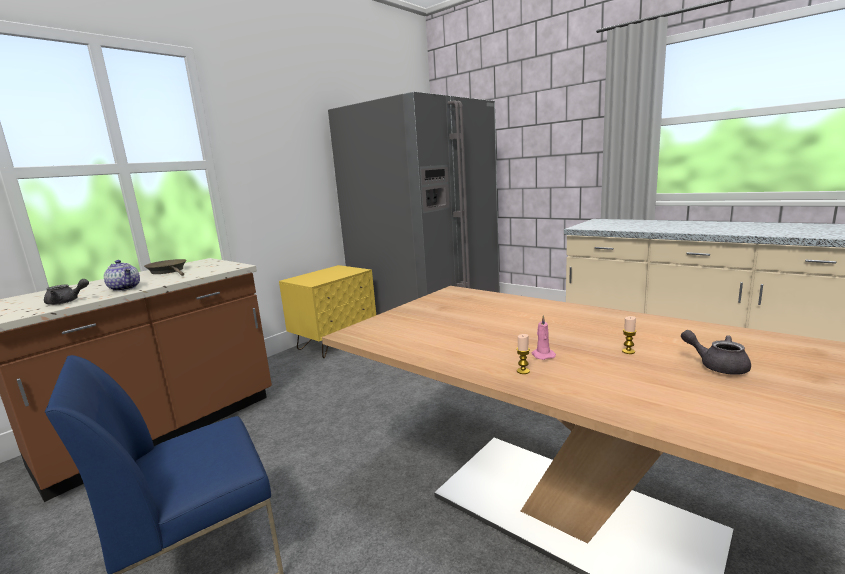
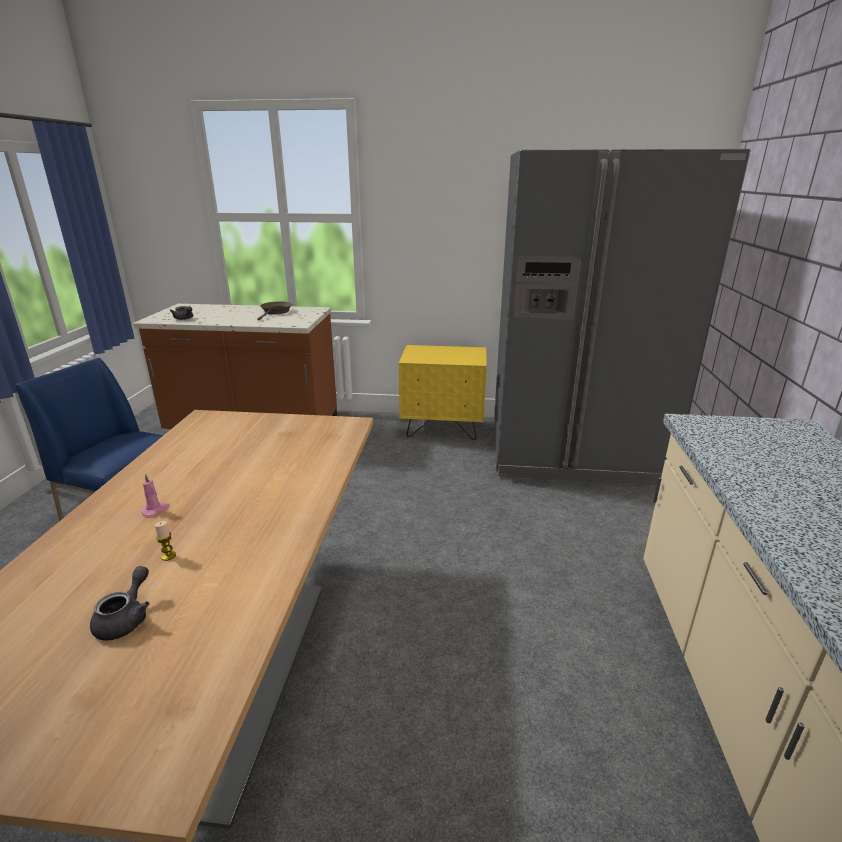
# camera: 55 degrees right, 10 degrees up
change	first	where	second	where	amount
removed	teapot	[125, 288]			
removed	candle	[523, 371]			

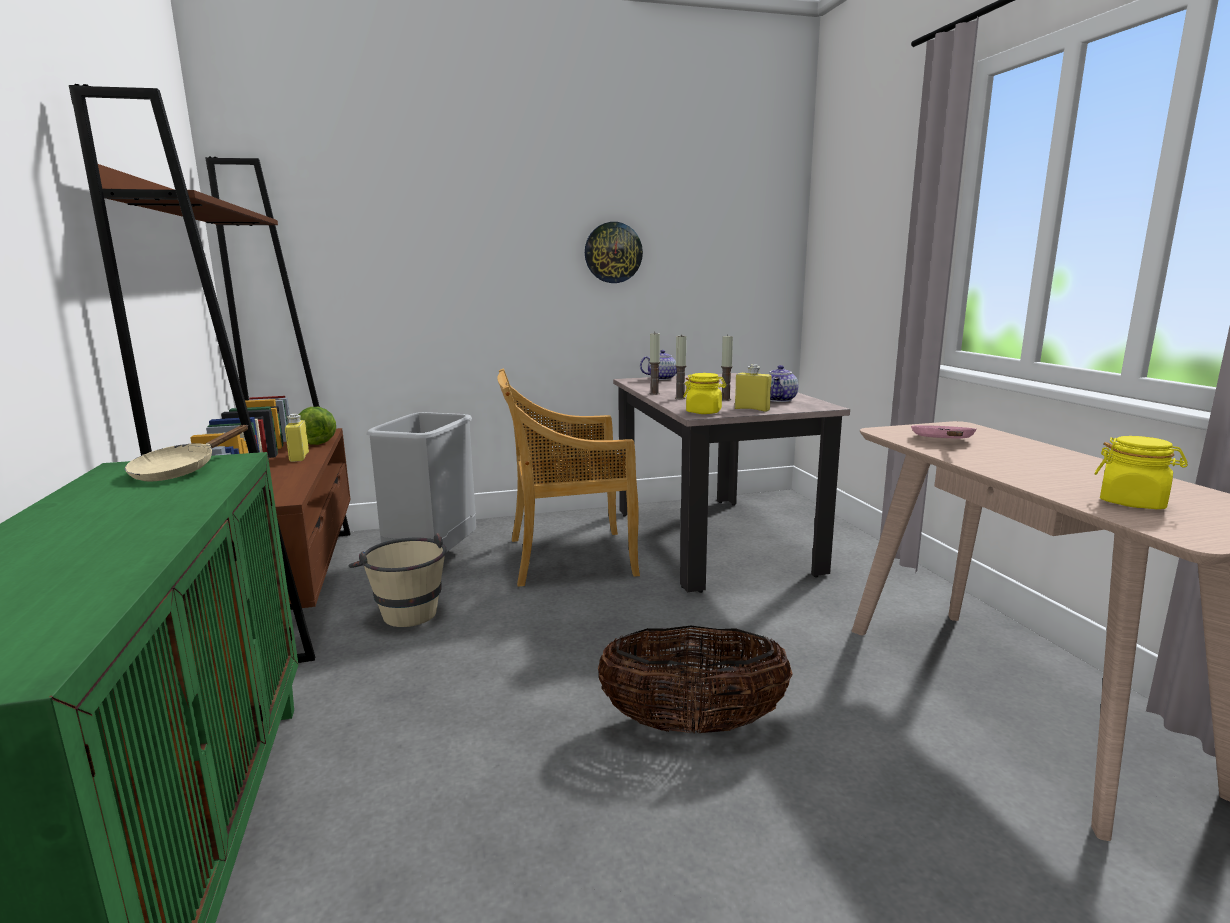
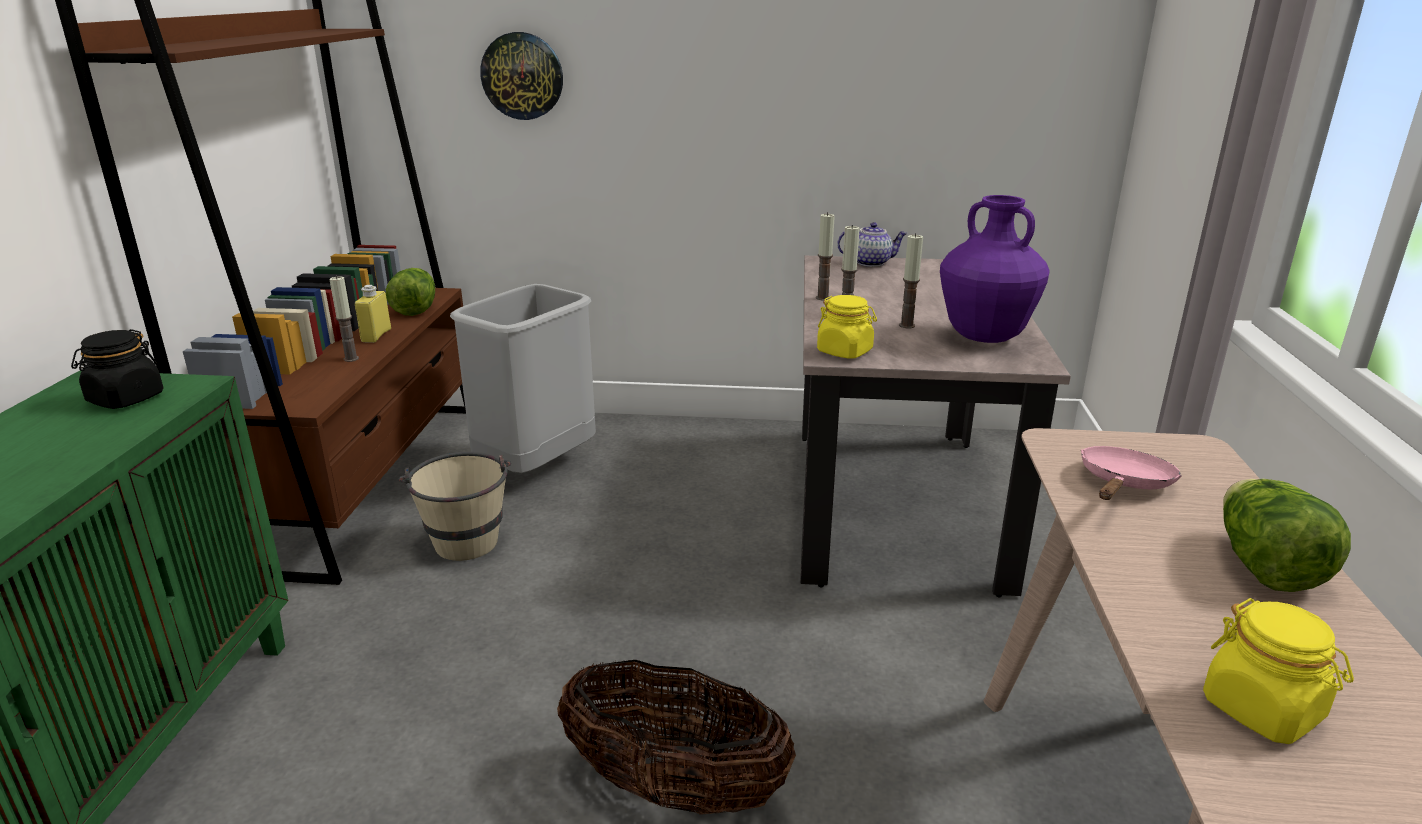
# camera: 20 degrees right, 10 degrees up
change	first	where	second	where	amount
replaced	frying pan/beige	[181, 471]	jar/black	[126, 399]	
removed	chair/beige	[568, 557]			
moved	wall clock	[613, 252]		[522, 76]	
removed	bottle/yellow	[752, 409]			
replaced	teapot	[780, 400]	vase/purple	[985, 338]	
added			candle	[351, 359]	
added			lettuce	[1263, 567]	

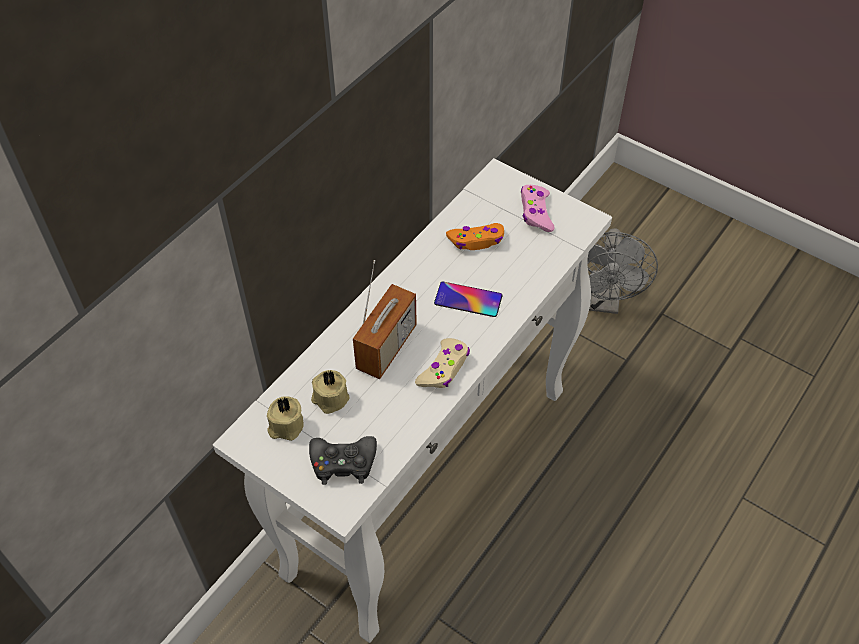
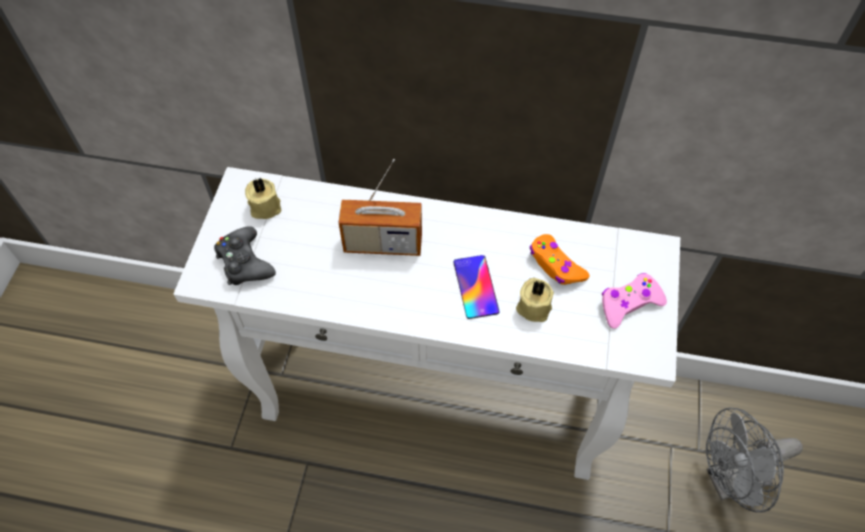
# camera: 65 degrees right, 5 degrees up
change	first	where	second	where	amount
moved	candle/beige	[330, 399]		[533, 306]	
removed	game controller/beige	[444, 369]			

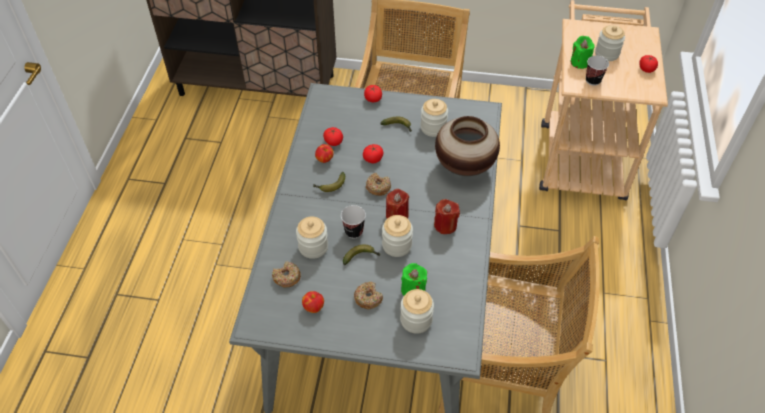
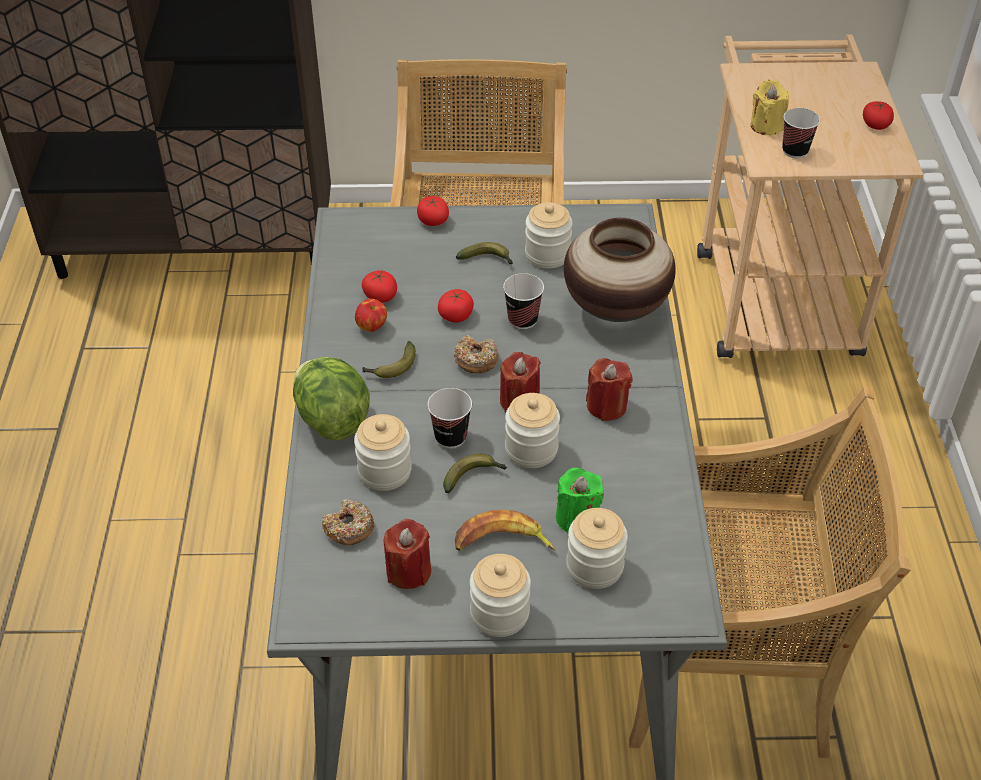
# camera: 10 degrees left, 5 degrees down
change	first	where	second	where	amount
replaced	apple	[313, 307]	candle/red	[408, 571]	
replaced	donut	[368, 298]	banana	[502, 542]	
recoloured	candle/green	[580, 62]	candle/yellow	[766, 126]	
moved	jar	[607, 53]		[499, 613]	
added			lettuce	[331, 419]	
added			cup	[522, 320]	

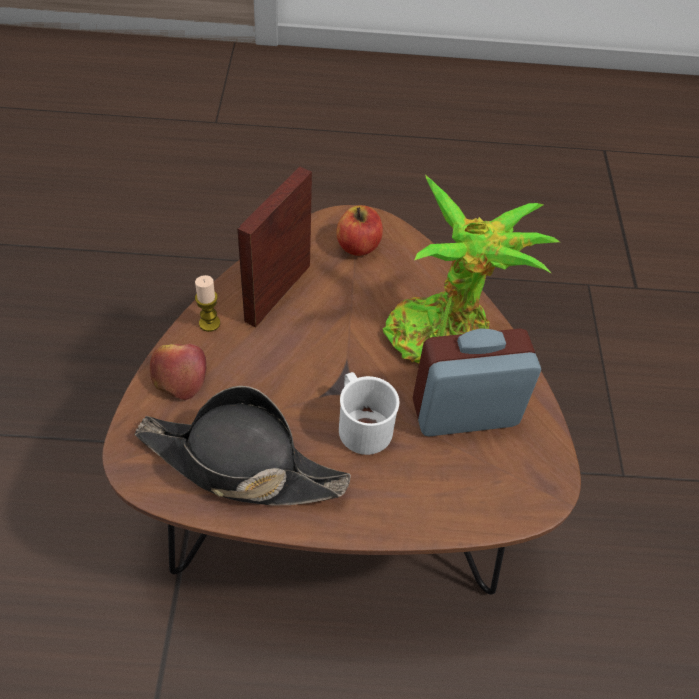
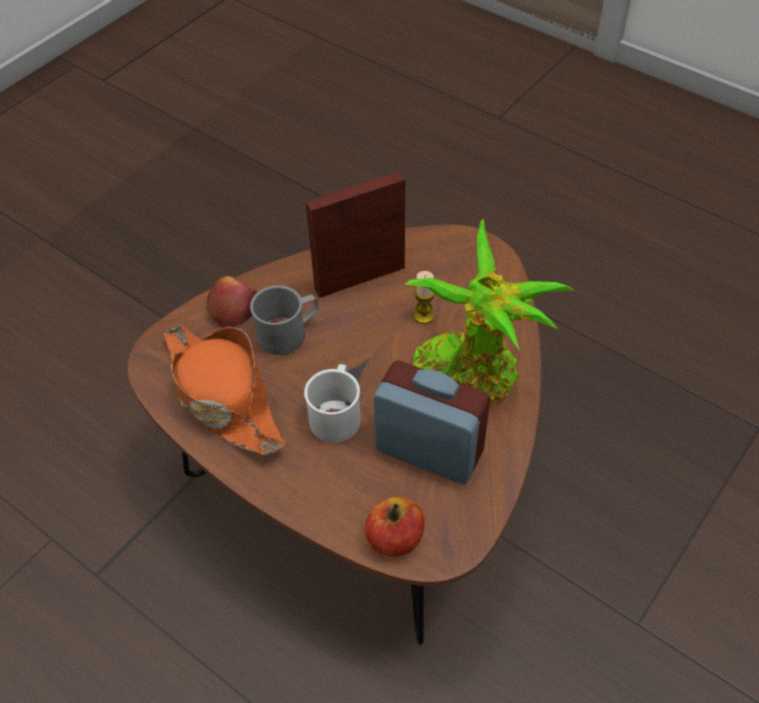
# camera: 40 degrees right, 0 degrees up
change	first	where	second	where	amount
recoloured	hat/black	[240, 464]	hat/orange	[222, 395]	
moved	candle	[209, 323]		[423, 316]	
moved	apple	[358, 246]		[395, 538]	
added			mug/grey	[288, 333]	

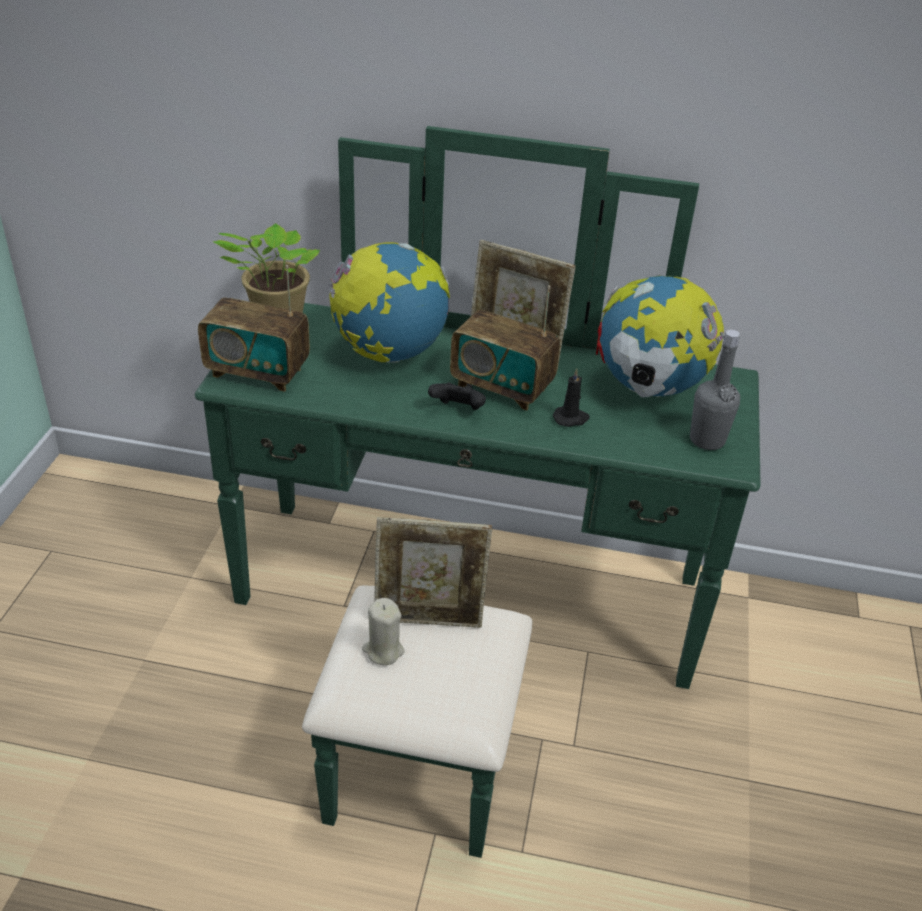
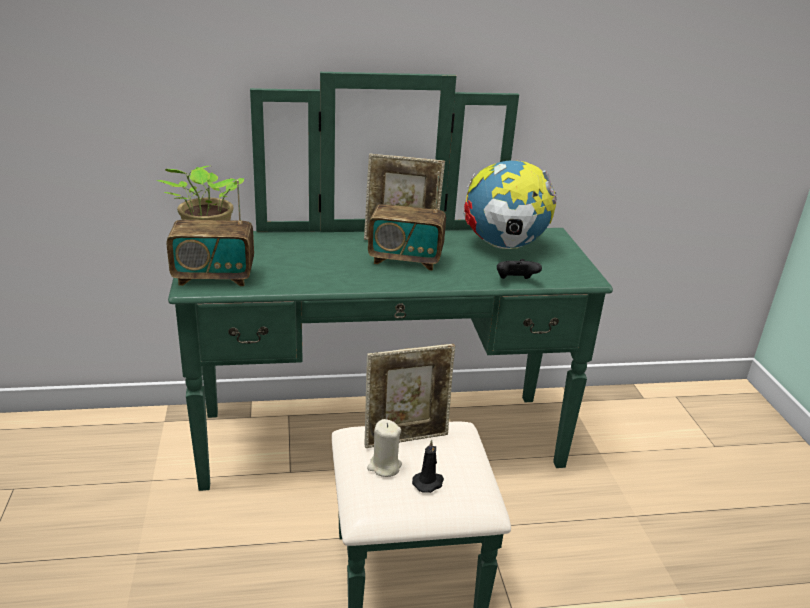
# camera: 20 degrees left, 10 degrees down
change	first	where	second	where	amount
removed	globe	[389, 353]			
moved	game controller/black	[458, 410]		[515, 281]	
moved	candle/black	[571, 418]		[428, 483]	
removed	bottle/grey	[707, 440]			

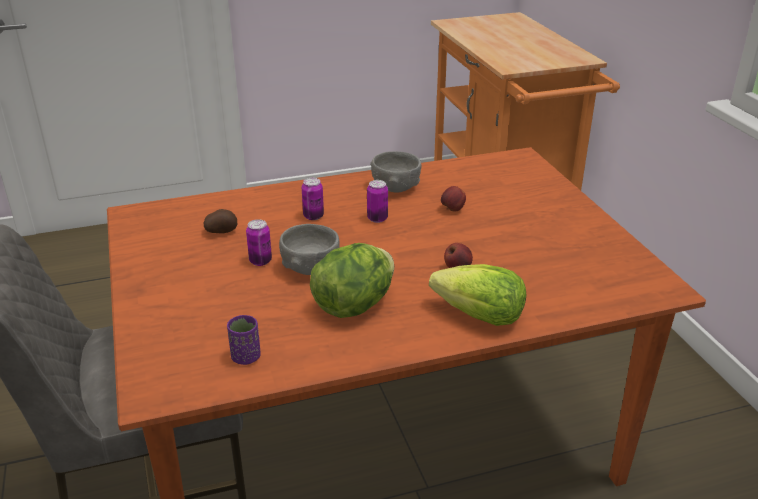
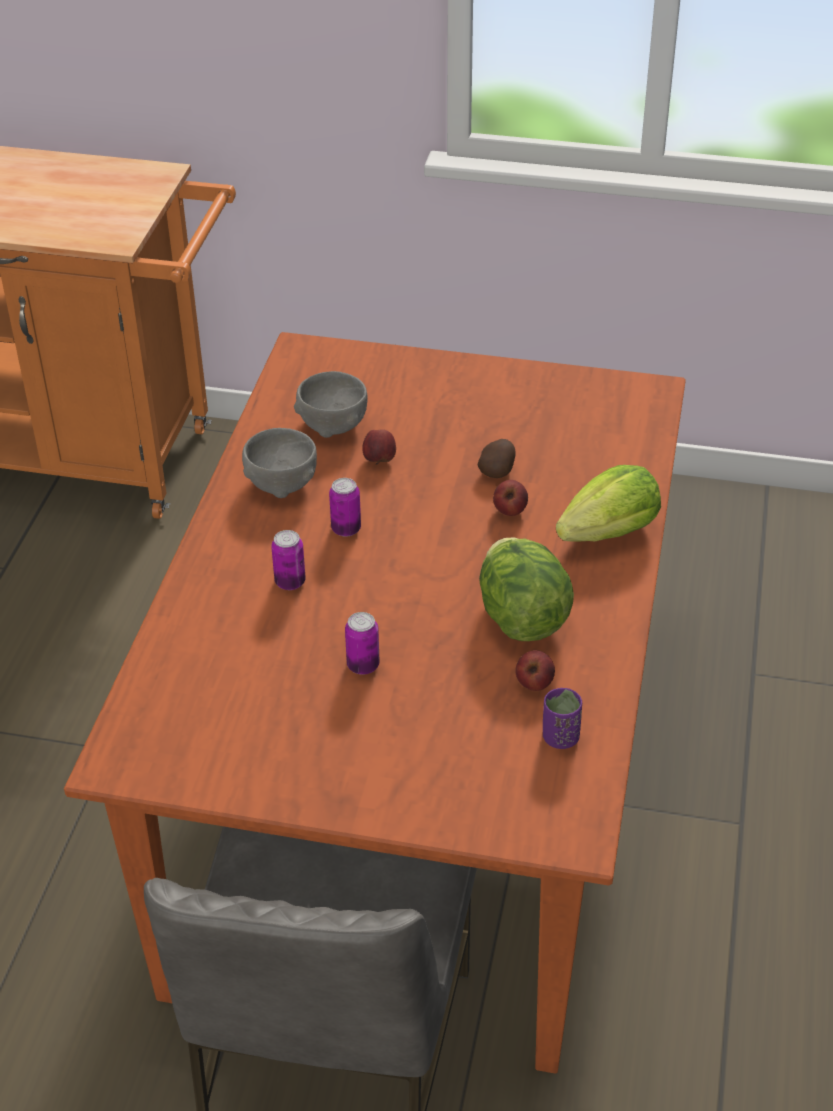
# camera: 60 degrees left, 10 degrees up
change	first	where	second	where	amount
moved	potato	[221, 232]		[498, 471]	
moved	bowl/grey	[310, 267]		[332, 425]	
added			apple	[534, 684]	

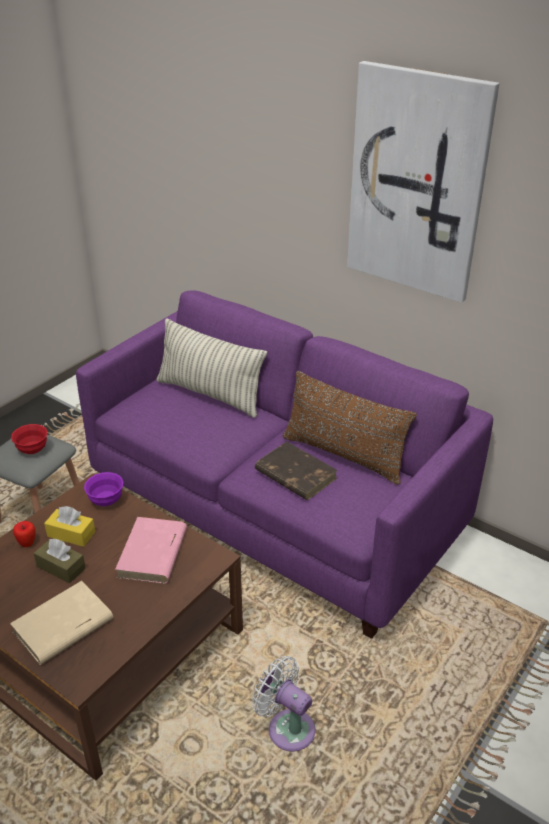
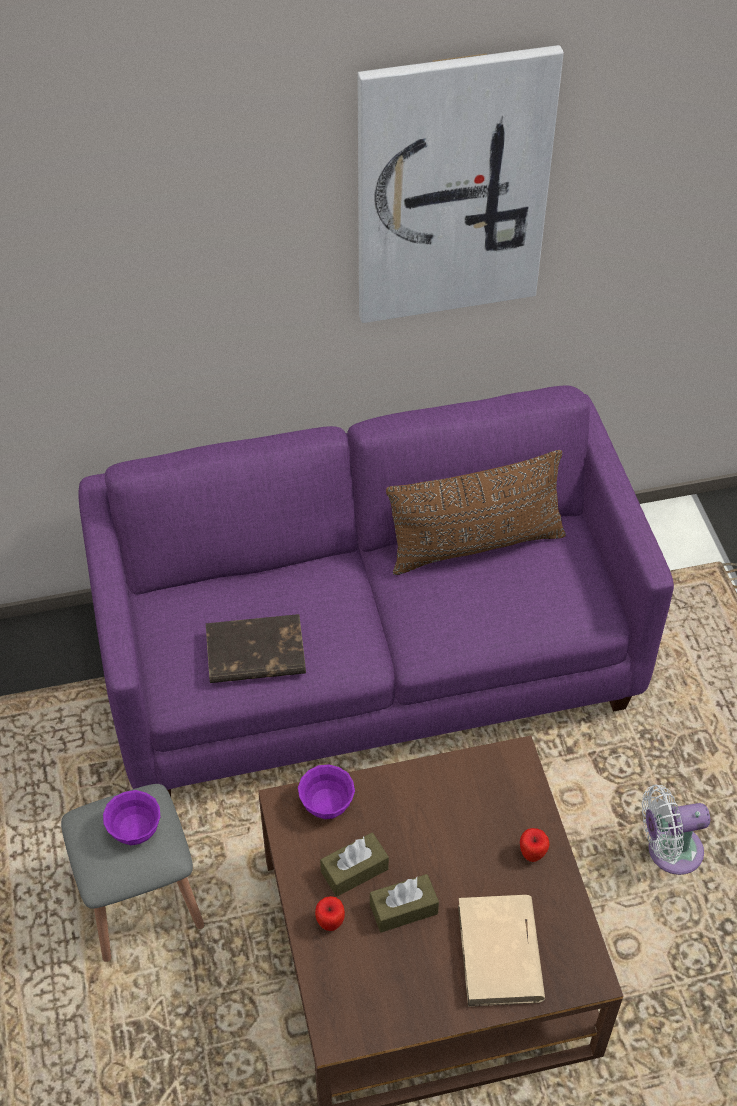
# camera: 50 degrees left, 15 degrees up
change	first	where	second	where	amount
recoloured	bowl/red	[33, 450]	bowl/purple	[135, 830]	
recoloured	tissue box/yellow	[71, 534]	tissue box/brown	[354, 870]	
removed	book/pink	[152, 554]			
removed	pillow	[210, 394]			
moved	book/brown	[295, 474]		[254, 654]	
added			apple	[532, 854]	

